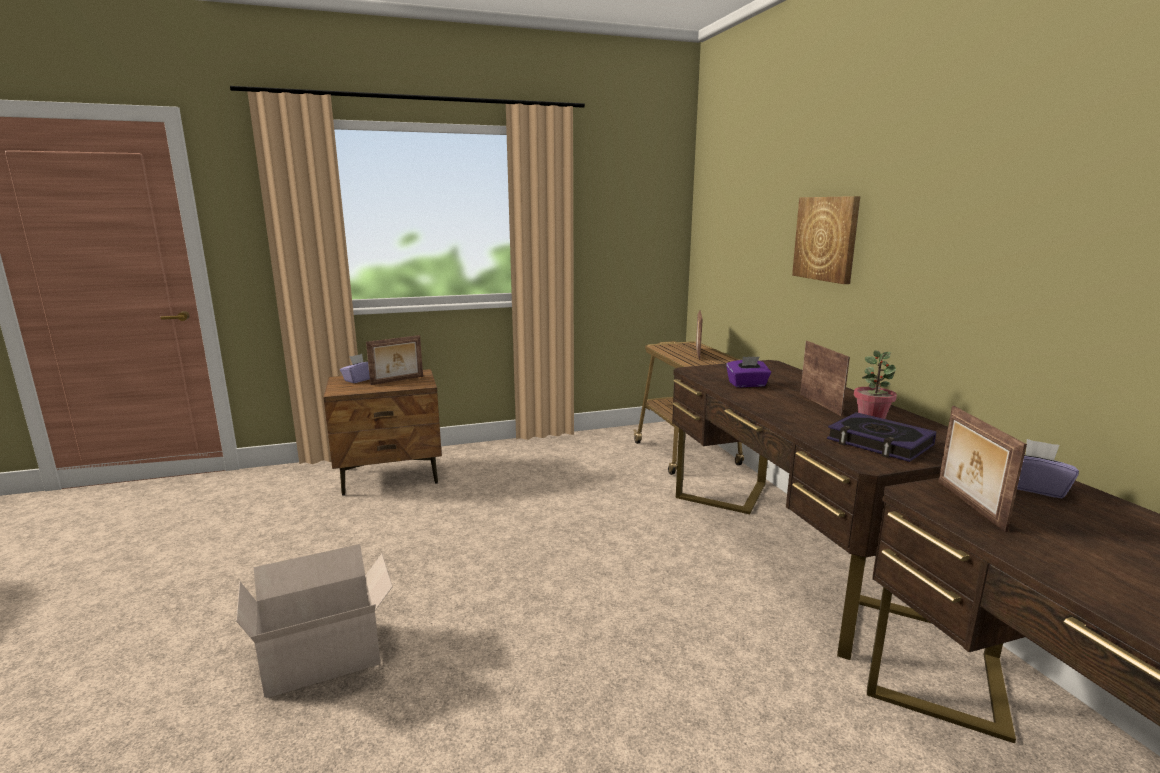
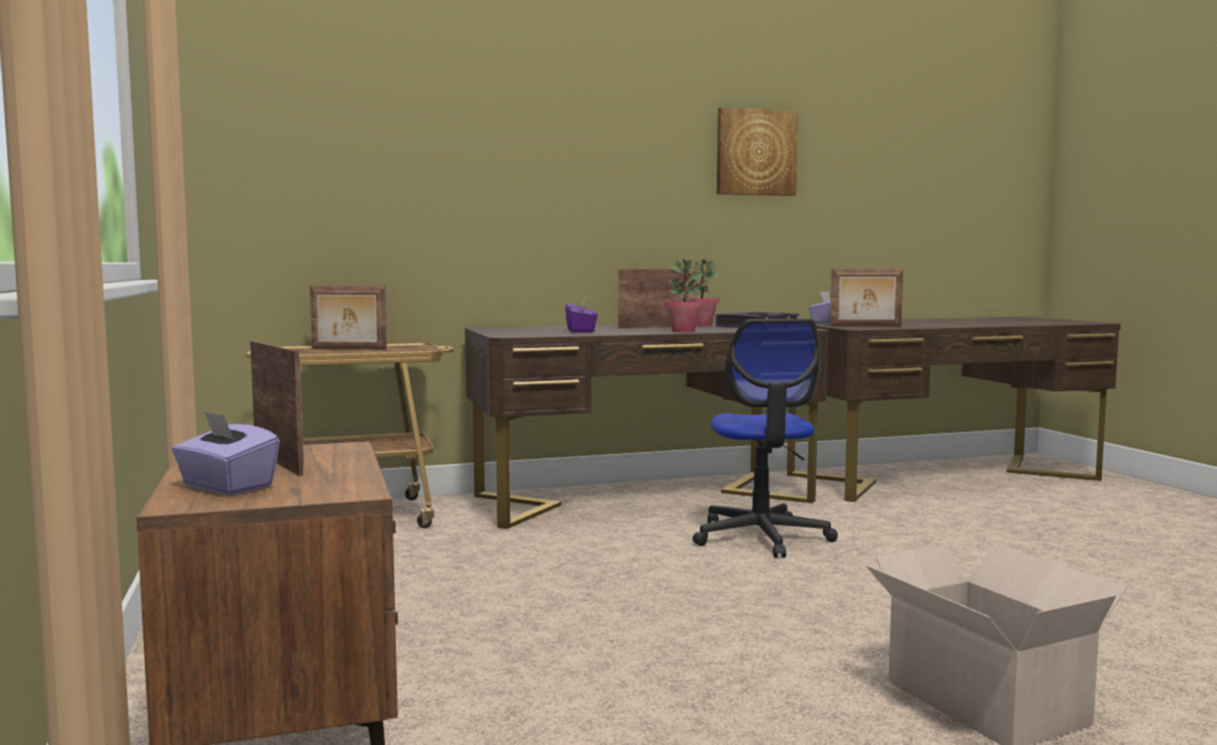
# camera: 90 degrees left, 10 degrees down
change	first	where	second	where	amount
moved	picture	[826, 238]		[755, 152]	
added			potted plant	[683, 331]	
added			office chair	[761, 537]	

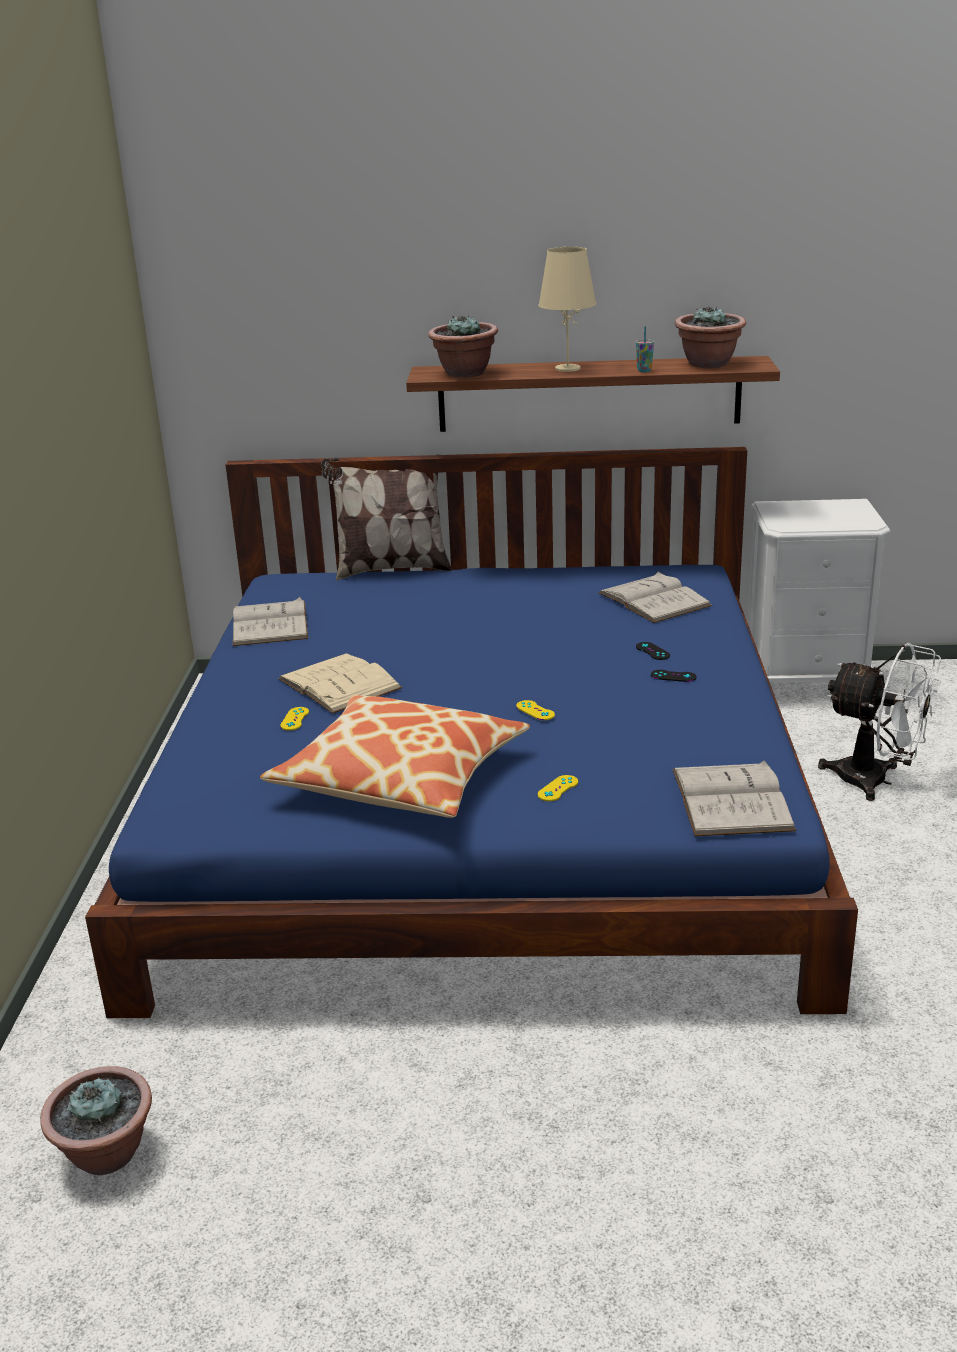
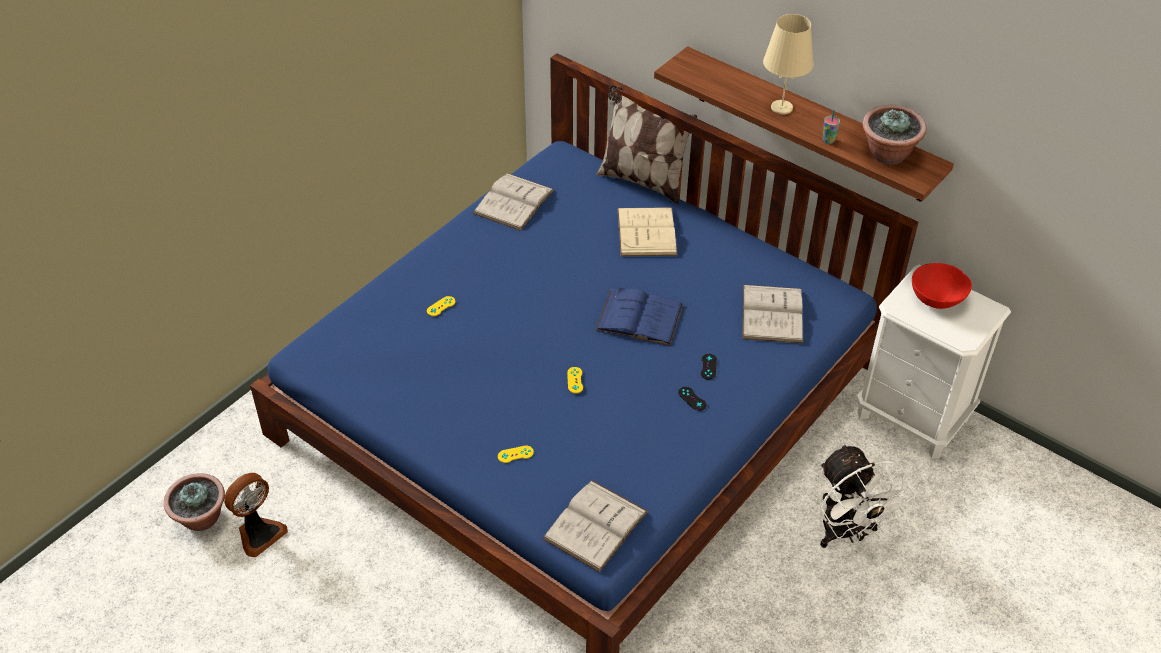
# camera: 35 degrees right, 20 degrees up
change	first	where	second	where	amount
removed	pillow	[401, 778]			
moved	book/beige	[339, 683]		[646, 232]	
removed	potted plant	[464, 373]			
added			fan	[259, 533]	
added			book/blue	[639, 317]	
added			bowl/red	[936, 299]	

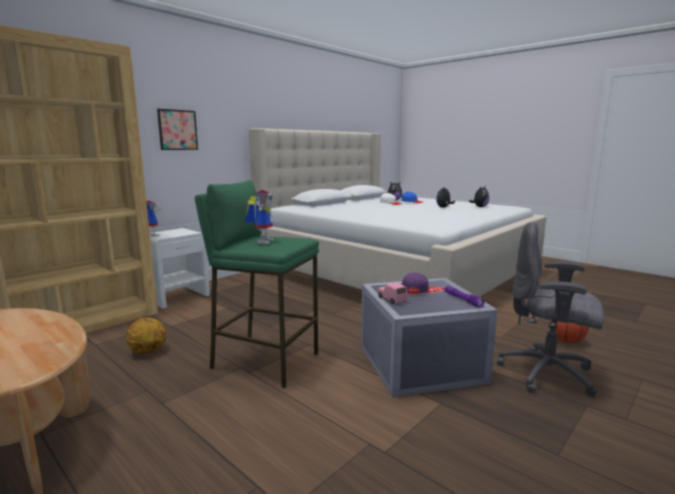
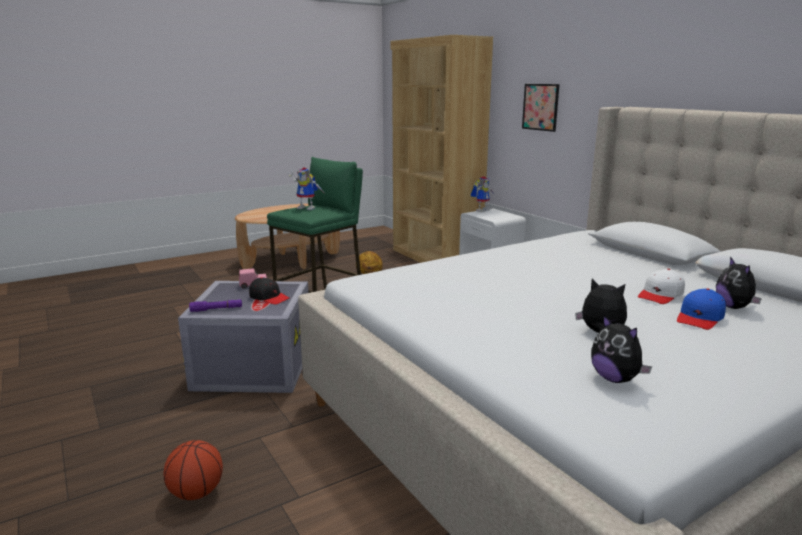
# camera: 105 degrees right, 5 degrees up
change	first	where	second	where	amount
recoloured	cap/purple	[415, 289]	cap/black	[269, 297]	
removed	office chair/grey	[548, 374]			

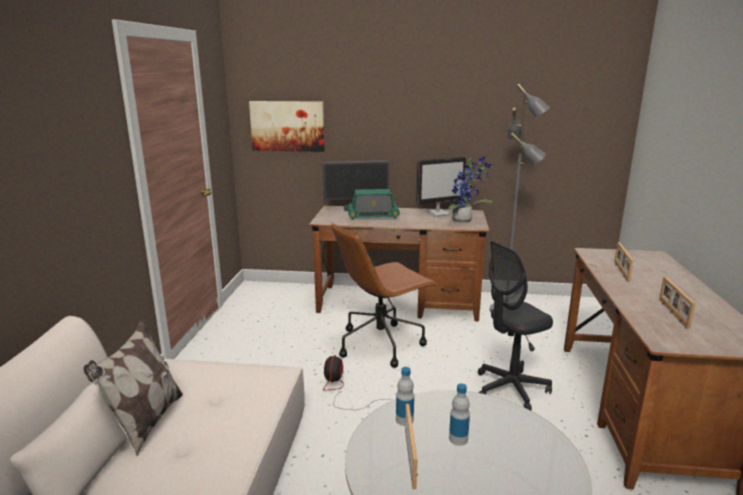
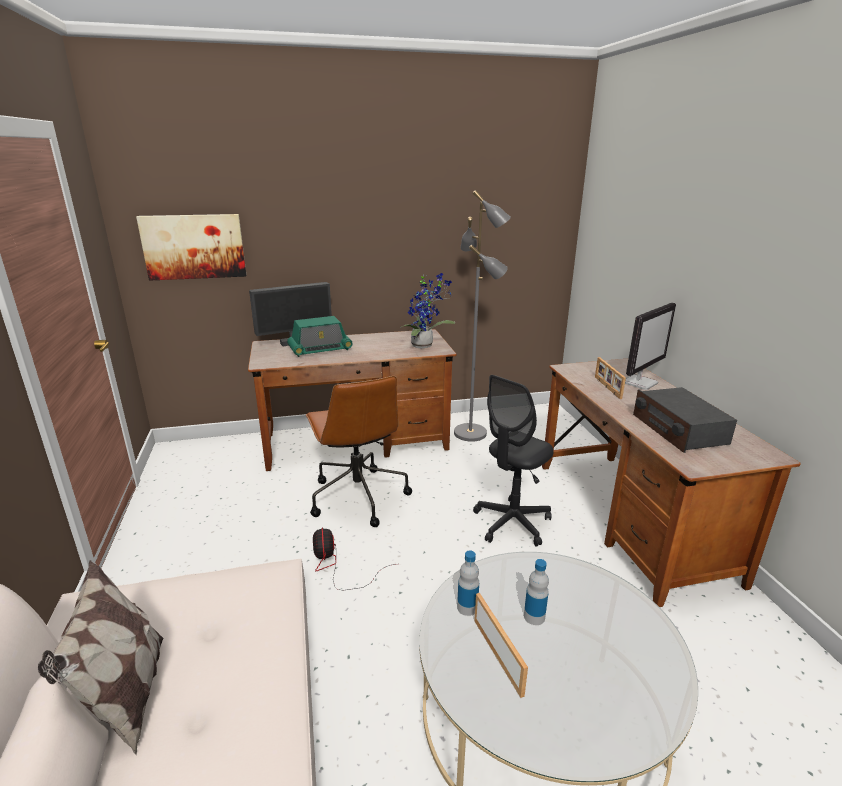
# camera: 20 degrees left, 5 degrees up
change	first	where	second	where	amount
turned	office chair/brown	[381, 343]		[358, 496]	60 degrees counterclockwise
moved	monitor	[438, 213]		[639, 382]	
replaced	picture frame	[672, 313]	radio	[678, 429]	

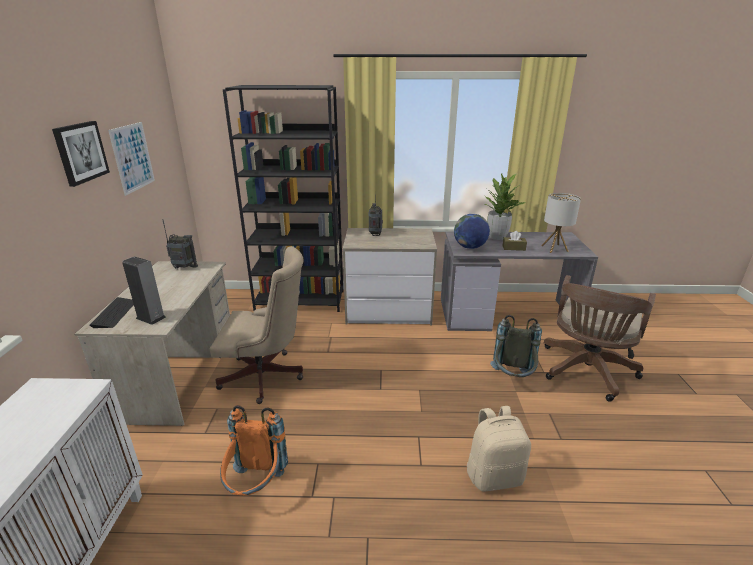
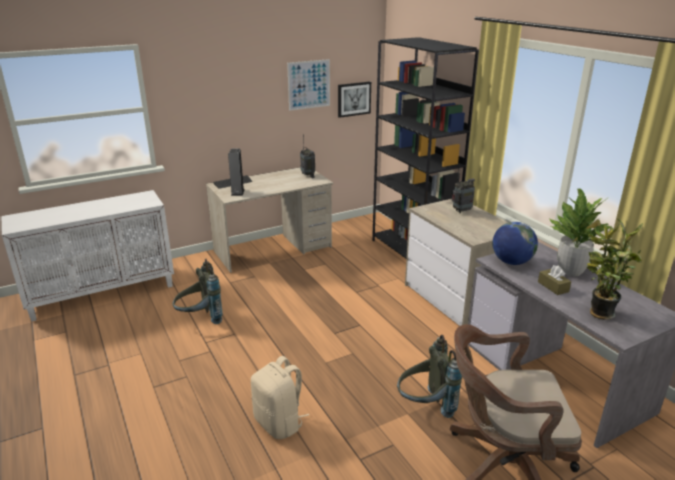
# camera: 60 degrees right, 0 degrees up
change	first	where	second	where	amount
moved	picture	[81, 152]		[353, 99]	
removed	office chair/beige	[267, 377]			
recoloured	backpack/orange	[256, 487]	backpack/grey	[200, 319]	
replaced	table lamp	[554, 248]	potted plant	[598, 313]	

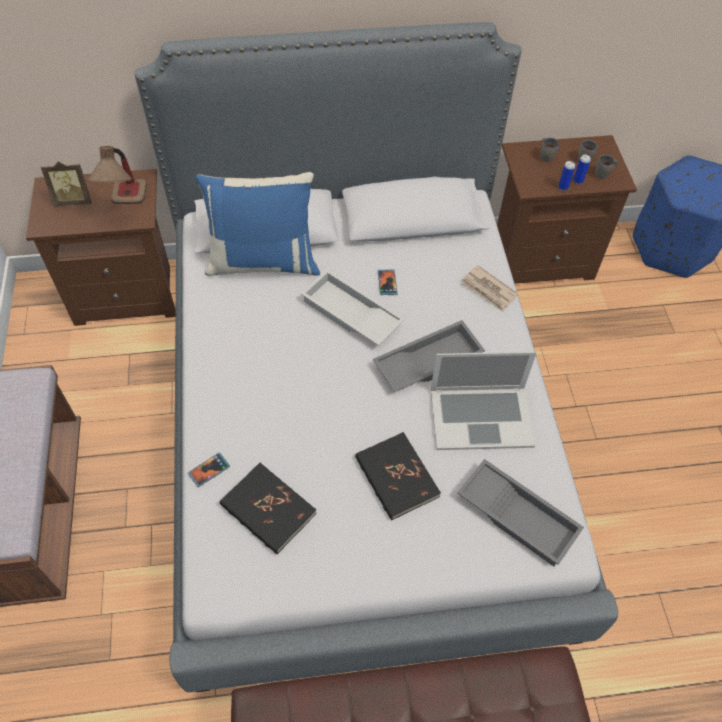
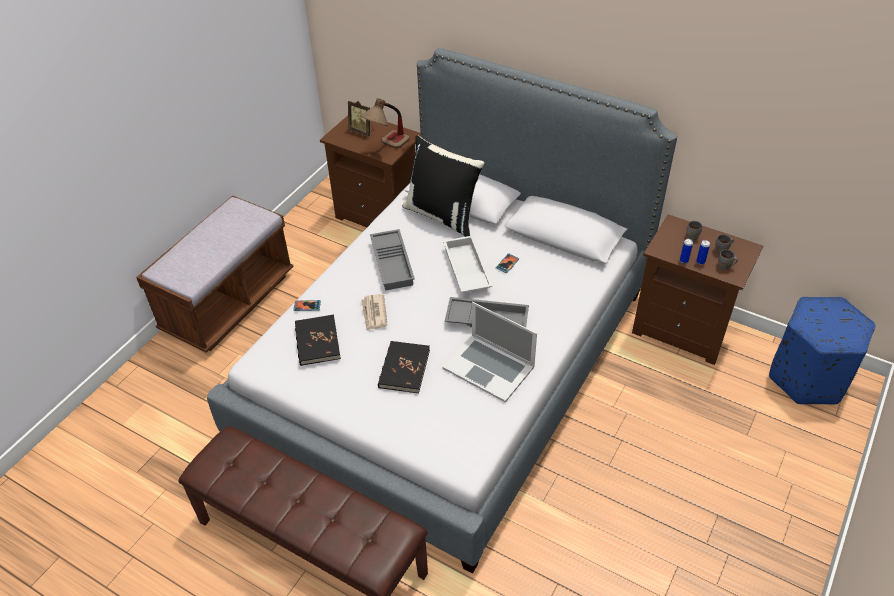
# camera: 40 degrees right, 10 degrees down
change	first	where	second	where	amount
recoloured	pillow/blue	[263, 261]	pillow/black	[443, 215]	
moved	tray/grey	[519, 515]		[393, 263]	
moved	newspaper	[488, 290]		[374, 313]	

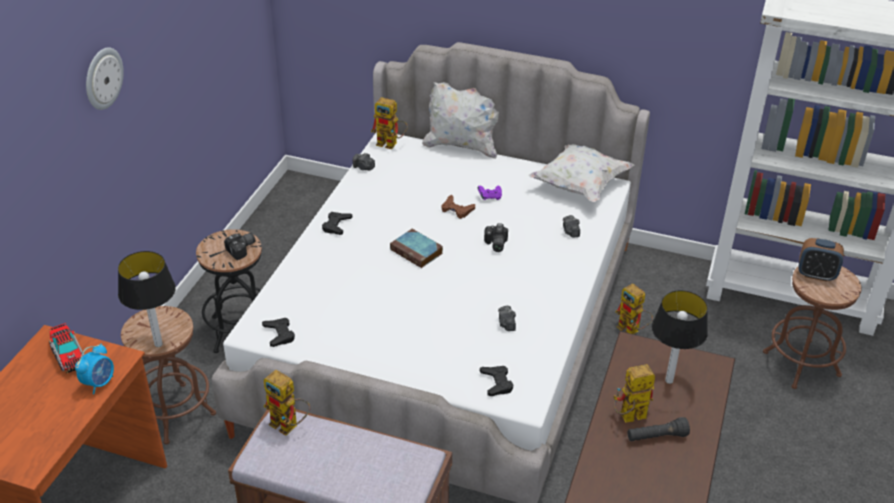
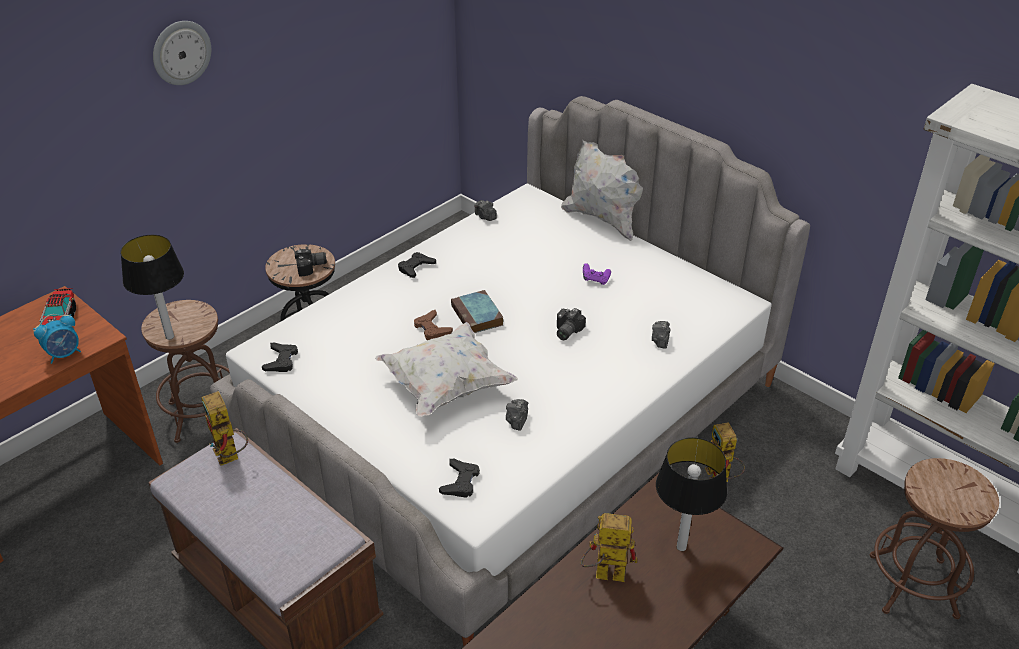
# camera: 25 degrees right, 0 degrees up
change	first	where	second	where	amount
removed	toy robot	[391, 144]			
moved	game controller/brown	[457, 210]		[432, 329]	
moved	pillow/white	[579, 185]		[446, 386]	
removed	flashlight/black	[656, 437]			
removed	alarm clock	[816, 275]			

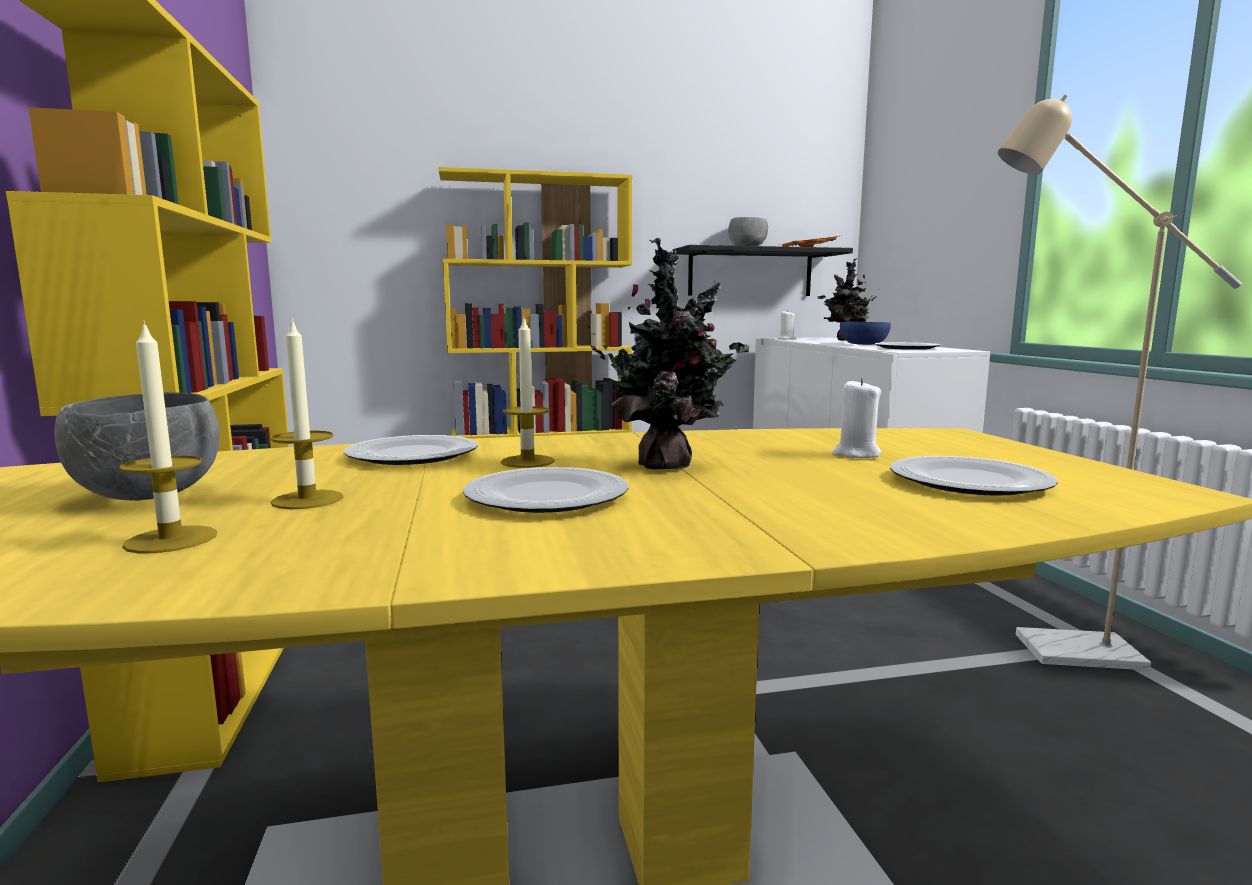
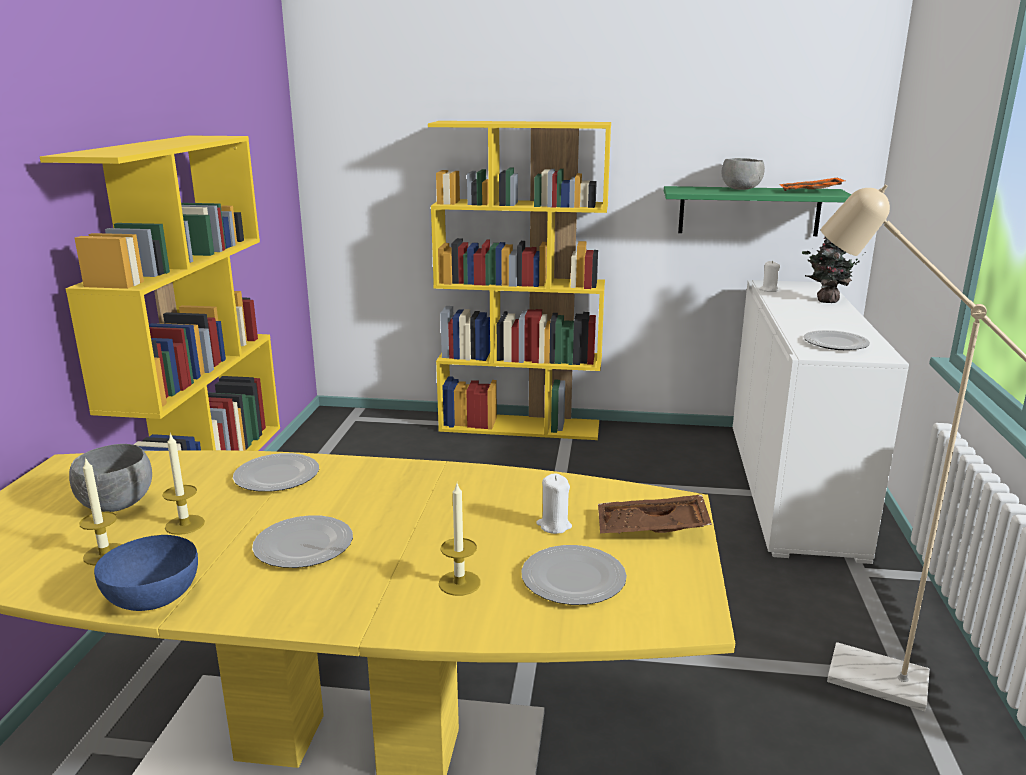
# camera: 20 degrees right, 10 degrees up
change	first	where	second	where	amount
moved	candle	[527, 461]		[459, 583]	
removed	potted plant	[668, 465]			
recoloured	shelf/black	[750, 273]	shelf/green	[749, 211]	
moved	bowl/blue	[863, 344]		[152, 595]	
added			tray/brown	[651, 529]	

